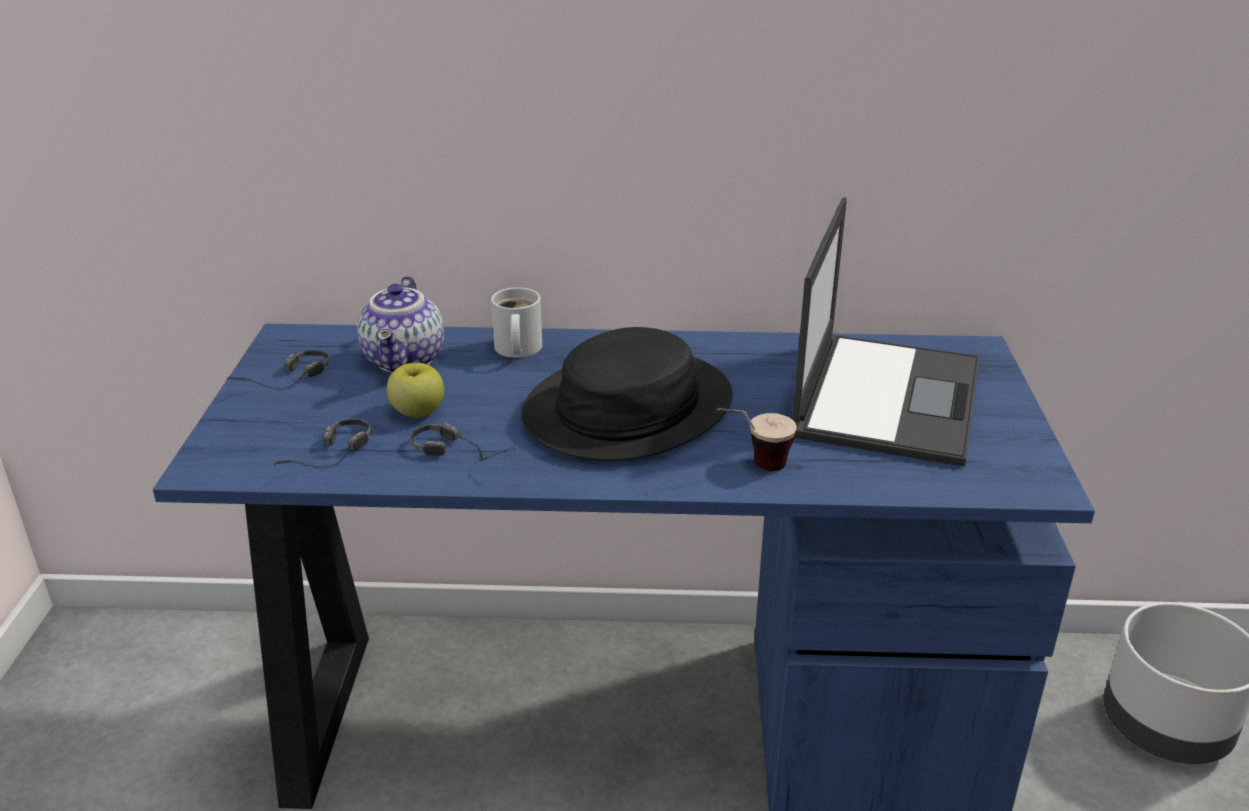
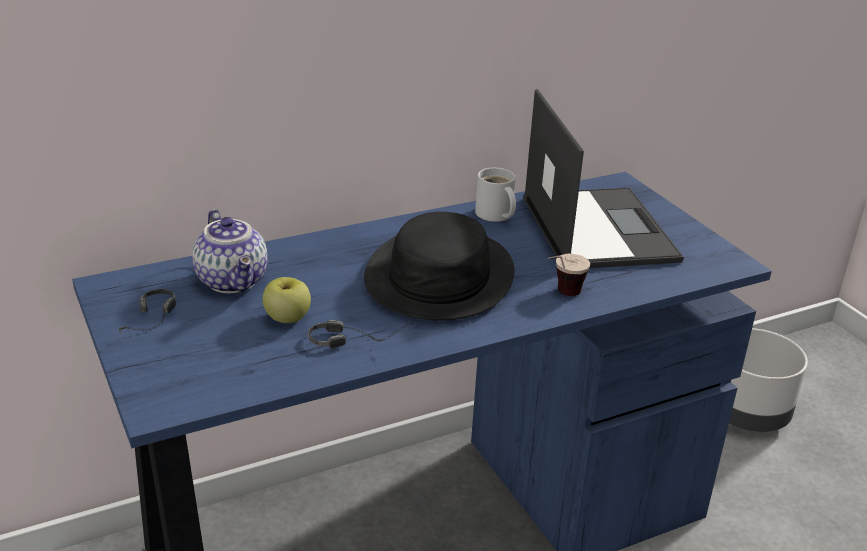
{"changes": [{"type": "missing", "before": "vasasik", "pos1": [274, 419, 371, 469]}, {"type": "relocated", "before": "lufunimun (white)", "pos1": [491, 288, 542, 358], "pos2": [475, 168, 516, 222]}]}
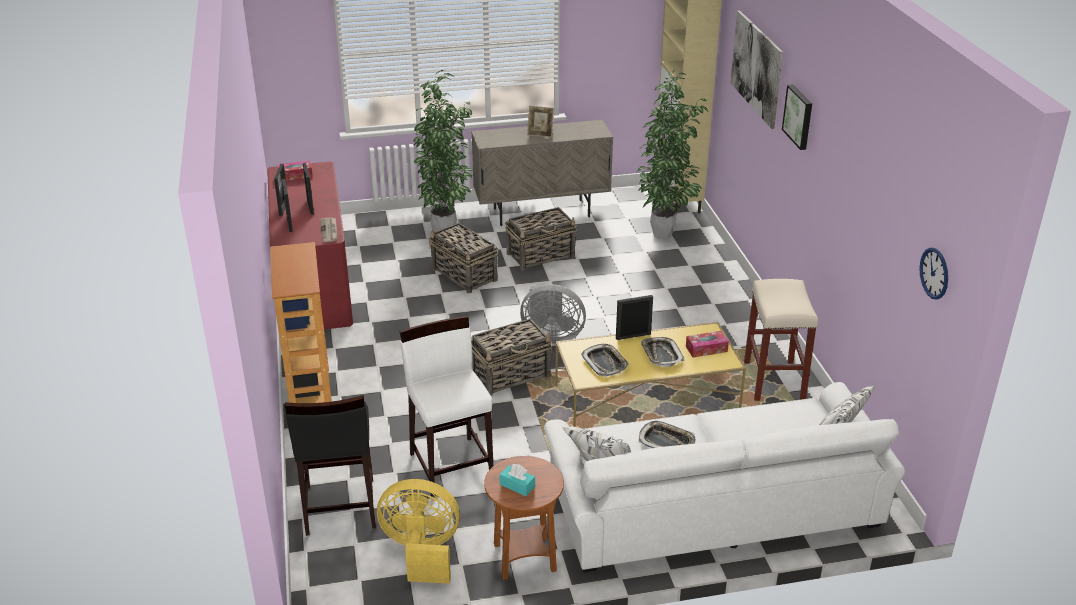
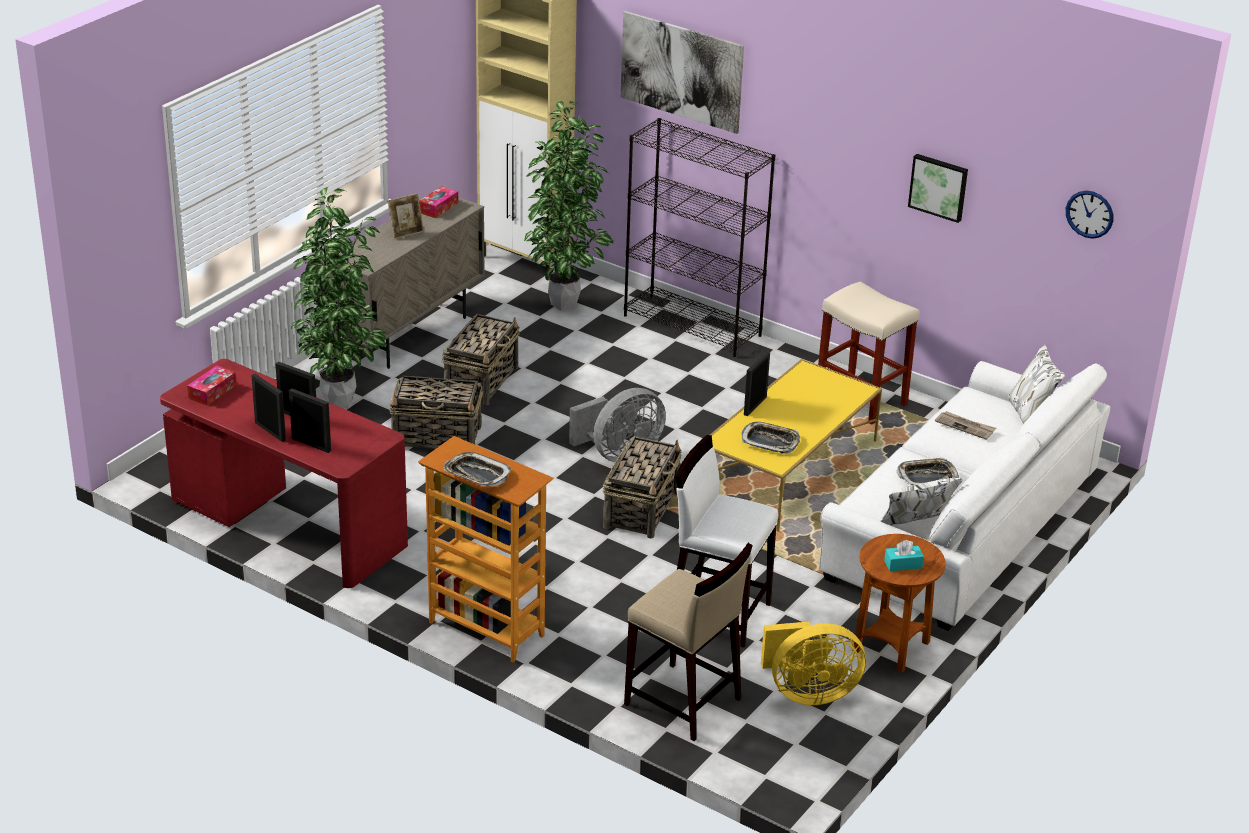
{"changes": [{"type": "appeared", "after": "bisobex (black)", "pos2": [624, 118, 775, 357]}, {"type": "relocated", "before": "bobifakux", "pos1": [320, 217, 337, 242], "pos2": [935, 411, 996, 440]}, {"type": "relocated", "before": "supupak", "pos1": [640, 337, 684, 367], "pos2": [443, 452, 512, 487]}, {"type": "relocated", "before": "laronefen", "pos1": [686, 331, 729, 357], "pos2": [419, 186, 458, 218]}, {"type": "relocated", "before": "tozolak", "pos1": [782, 84, 812, 150], "pos2": [908, 154, 968, 223]}, {"type": "colour", "before": "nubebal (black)", "after": "nubebal (beige)", "pos1": [285, 395, 376, 536], "pos2": [624, 543, 753, 741]}, {"type": "spun", "before": "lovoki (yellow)", "pos1": [377, 479, 460, 584], "pos2": [761, 622, 866, 705], "turn": -150}]}
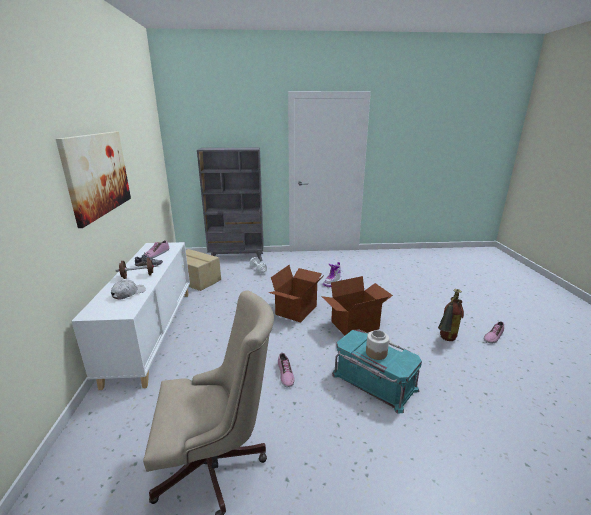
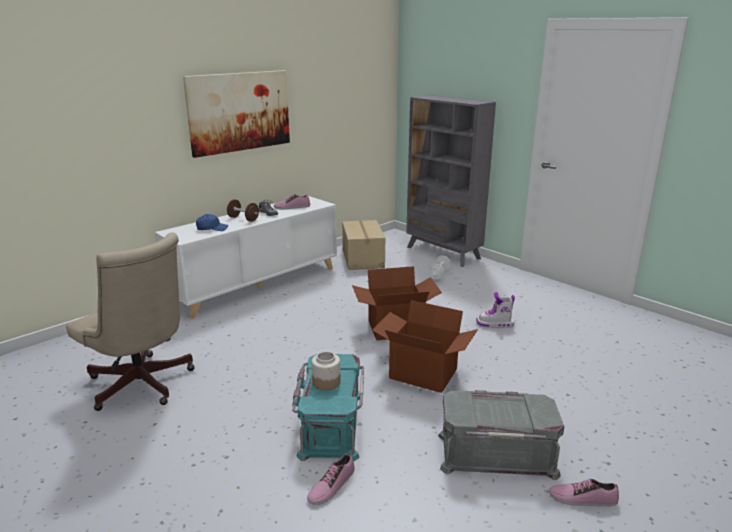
{"changes": [{"type": "relocated", "before": "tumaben", "pos1": [278, 353, 294, 387], "pos2": [307, 454, 355, 505]}, {"type": "exchanged", "before": "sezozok", "after": "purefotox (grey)", "pos1": [438, 289, 464, 341], "pos2": [438, 390, 565, 480]}, {"type": "colour", "before": "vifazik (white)", "after": "vifazik (blue)", "pos1": [111, 280, 146, 300], "pos2": [196, 214, 228, 231]}]}
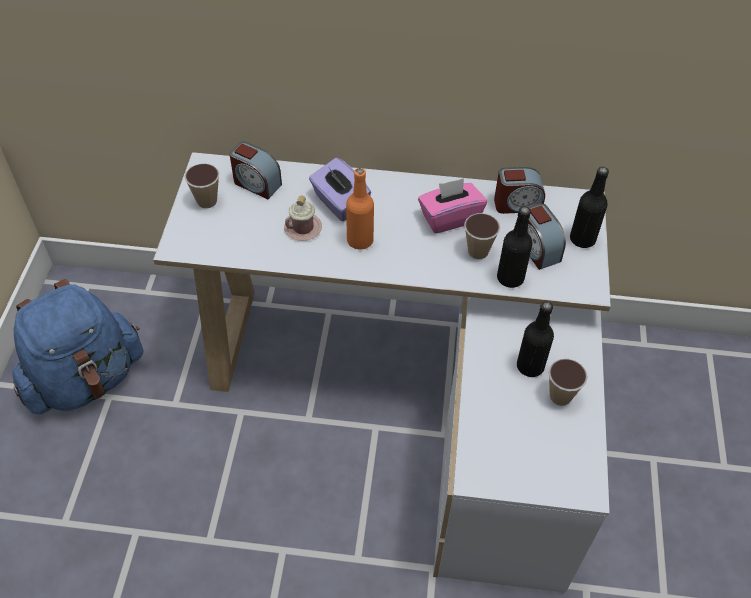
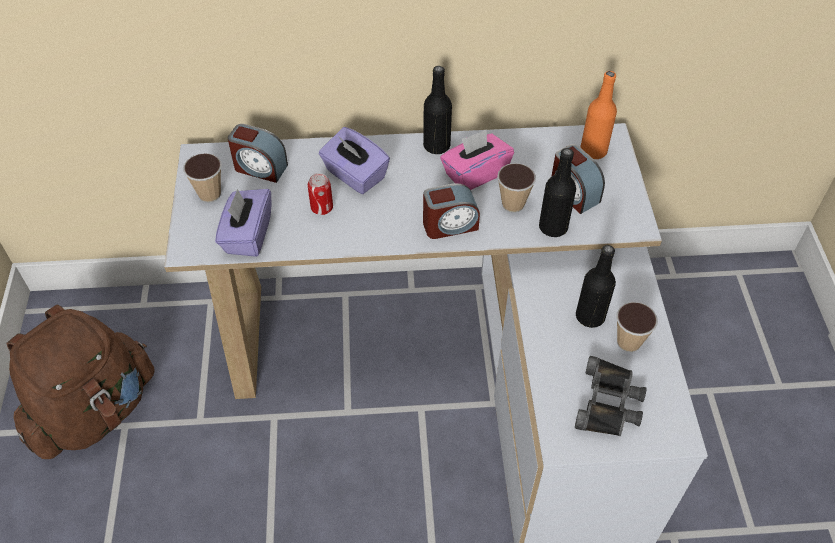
{"changes": [{"type": "appeared", "after": "laronefen (purple)", "pos2": [215, 189, 272, 257]}, {"type": "appeared", "after": "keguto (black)", "pos2": [575, 356, 647, 436]}, {"type": "relocated", "before": "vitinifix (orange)", "pos1": [346, 168, 374, 250], "pos2": [580, 71, 617, 159]}, {"type": "relocated", "before": "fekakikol", "pos1": [494, 167, 545, 214], "pos2": [423, 183, 480, 239]}, {"type": "relocated", "before": "vitinifix (black)", "pos1": [570, 167, 609, 248], "pos2": [423, 66, 452, 154]}, {"type": "exchanged", "before": "lufunimun (pink)", "after": "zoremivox", "pos1": [284, 196, 322, 241], "pos2": [308, 173, 333, 215]}, {"type": "colour", "before": "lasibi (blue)", "after": "lasibi (brown)", "pos1": [12, 279, 143, 414], "pos2": [6, 305, 155, 459]}]}
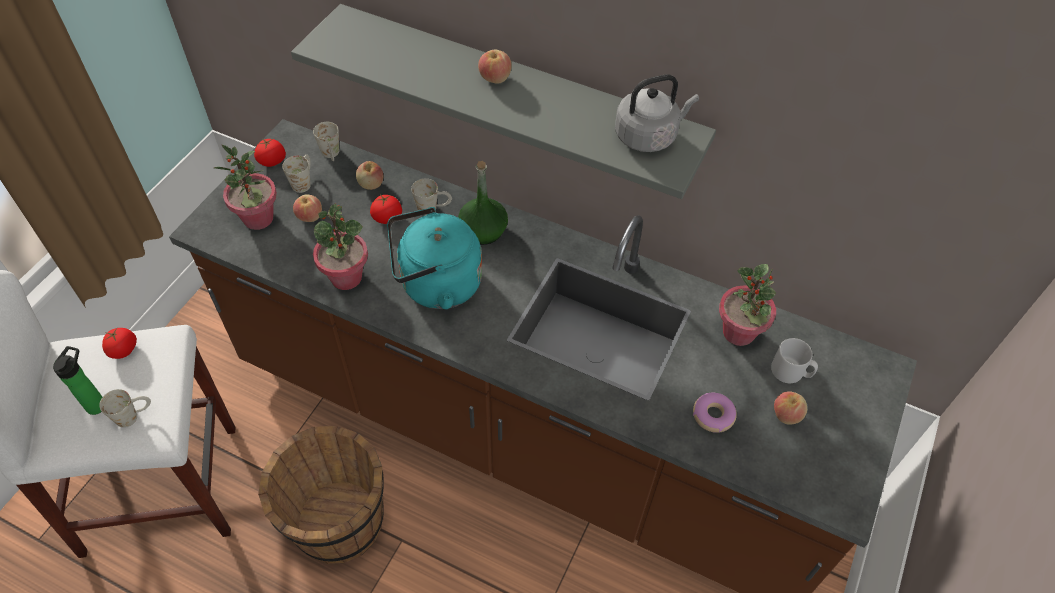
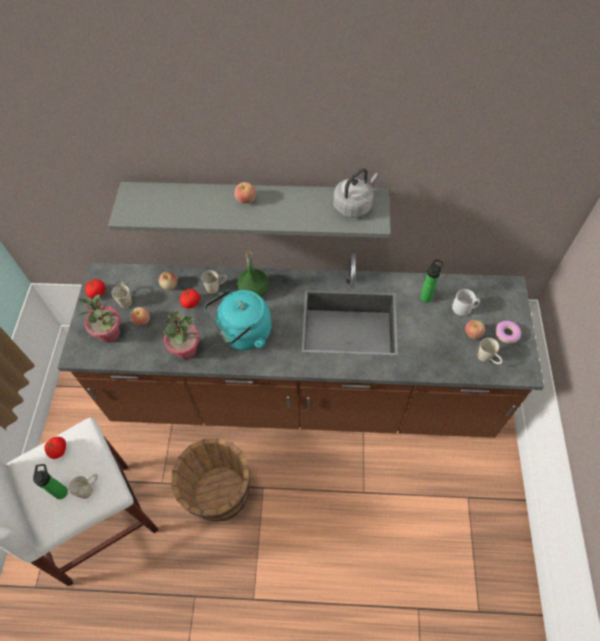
{"changes": [{"type": "relocated", "before": "lufunimun (white)", "pos1": [313, 122, 339, 161], "pos2": [478, 338, 503, 364]}, {"type": "relocated", "before": "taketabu", "pos1": [693, 393, 737, 433], "pos2": [495, 321, 521, 344]}, {"type": "exchanged", "before": "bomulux", "after": "vitinifix", "pos1": [719, 264, 776, 346], "pos2": [420, 259, 443, 303]}]}
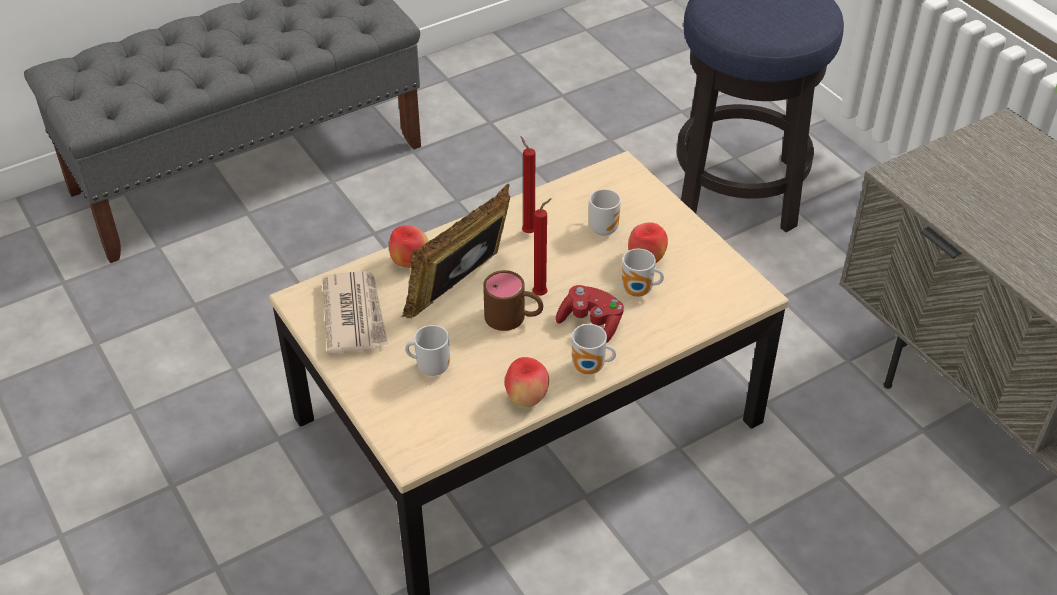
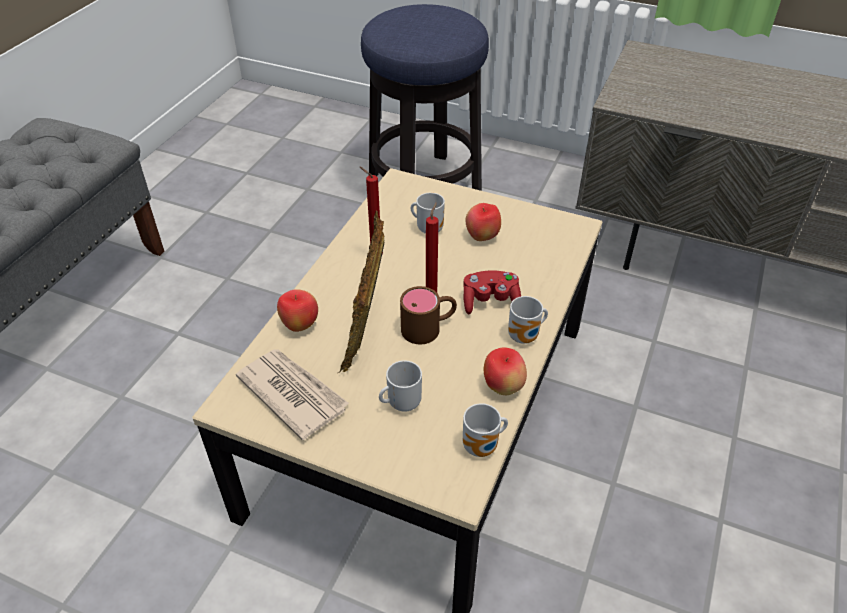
{"changes": [{"type": "relocated", "before": "lufunimun", "pos1": [622, 249, 664, 297], "pos2": [463, 403, 508, 457]}]}
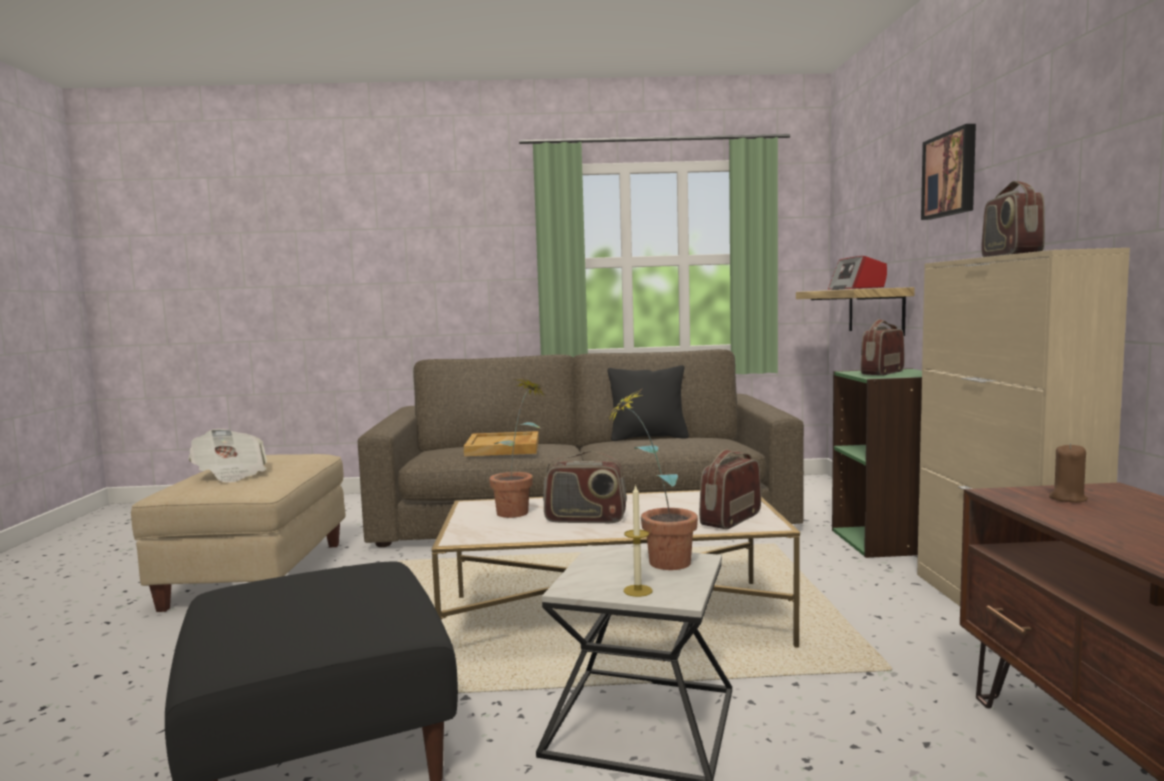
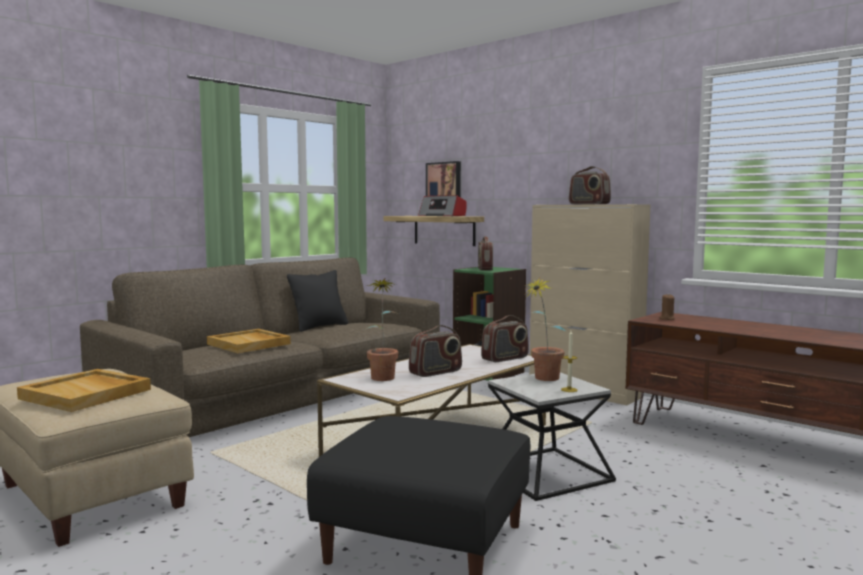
{"changes": [{"type": "relocated", "before": "tozolak", "pos1": [921, 124, 976, 220], "pos2": [426, 161, 461, 197]}, {"type": "exchanged", "before": "bobifakux", "after": "supupak (beige)", "pos1": [188, 429, 267, 483], "pos2": [17, 369, 151, 412]}, {"type": "spun", "before": "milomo", "pos1": [699, 449, 761, 529], "pos2": [481, 315, 529, 362], "turn": -120}]}
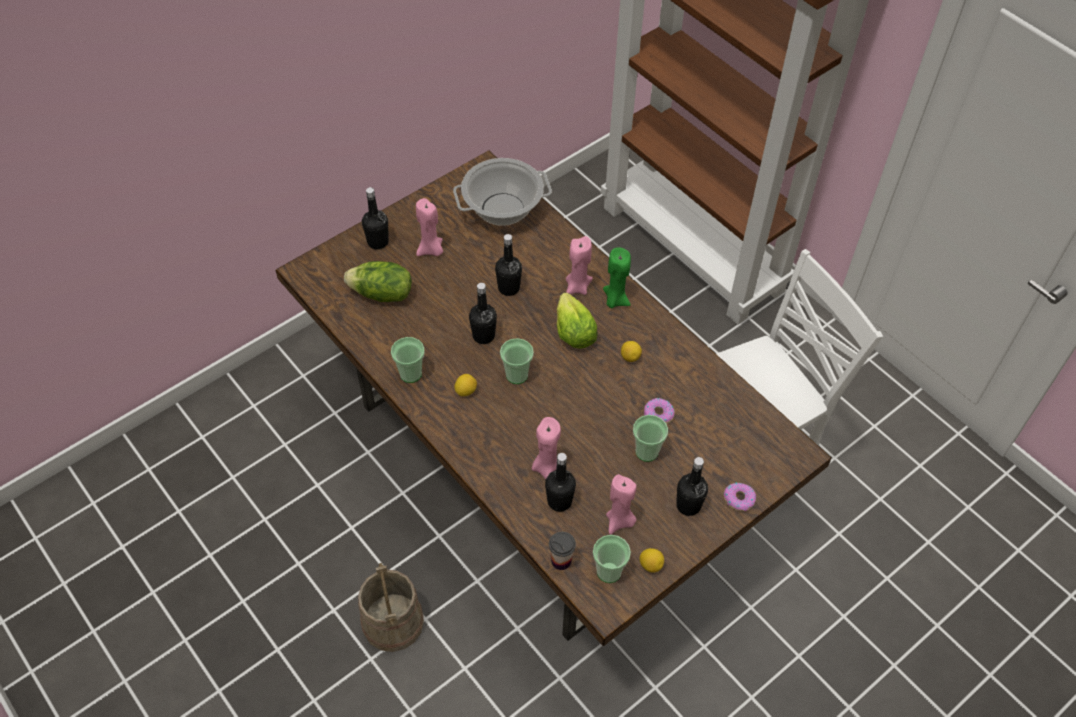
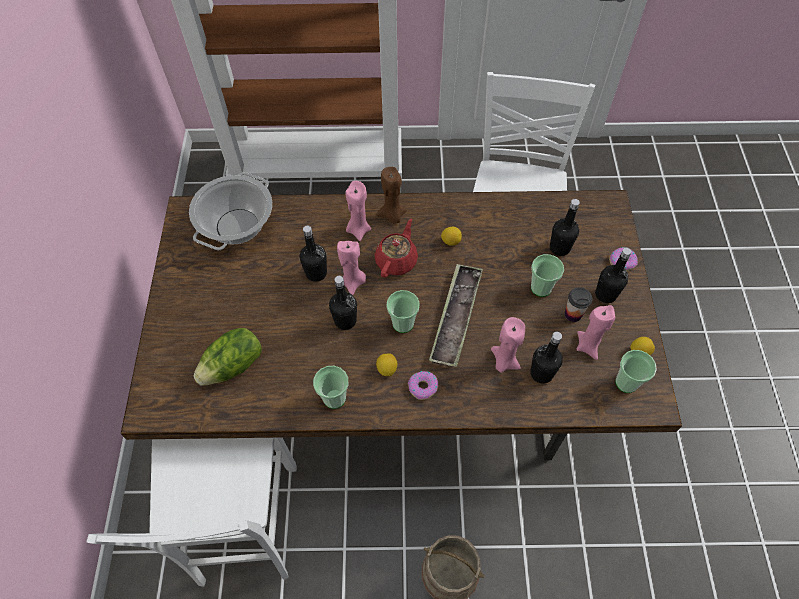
{"changes": [{"type": "appeared", "after": "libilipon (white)", "pos2": [87, 437, 297, 587]}, {"type": "appeared", "after": "supupak", "pos2": [429, 264, 483, 367]}, {"type": "relocated", "before": "vitinifix (black)", "pos1": [362, 187, 389, 249], "pos2": [550, 199, 580, 256]}, {"type": "relocated", "before": "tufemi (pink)", "pos1": [416, 198, 443, 256], "pos2": [337, 241, 366, 295]}, {"type": "relocated", "before": "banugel", "pos1": [549, 532, 576, 570], "pos2": [565, 287, 592, 322]}, {"type": "relocated", "before": "taketabu", "pos1": [644, 398, 675, 424], "pos2": [408, 371, 438, 400]}, {"type": "exchanged", "before": "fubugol", "after": "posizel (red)", "pos1": [557, 293, 597, 349], "pos2": [375, 219, 418, 278]}, {"type": "colour", "before": "tufemi (green)", "after": "tufemi (brown)", "pos1": [603, 247, 631, 308], "pos2": [376, 167, 407, 224]}]}
